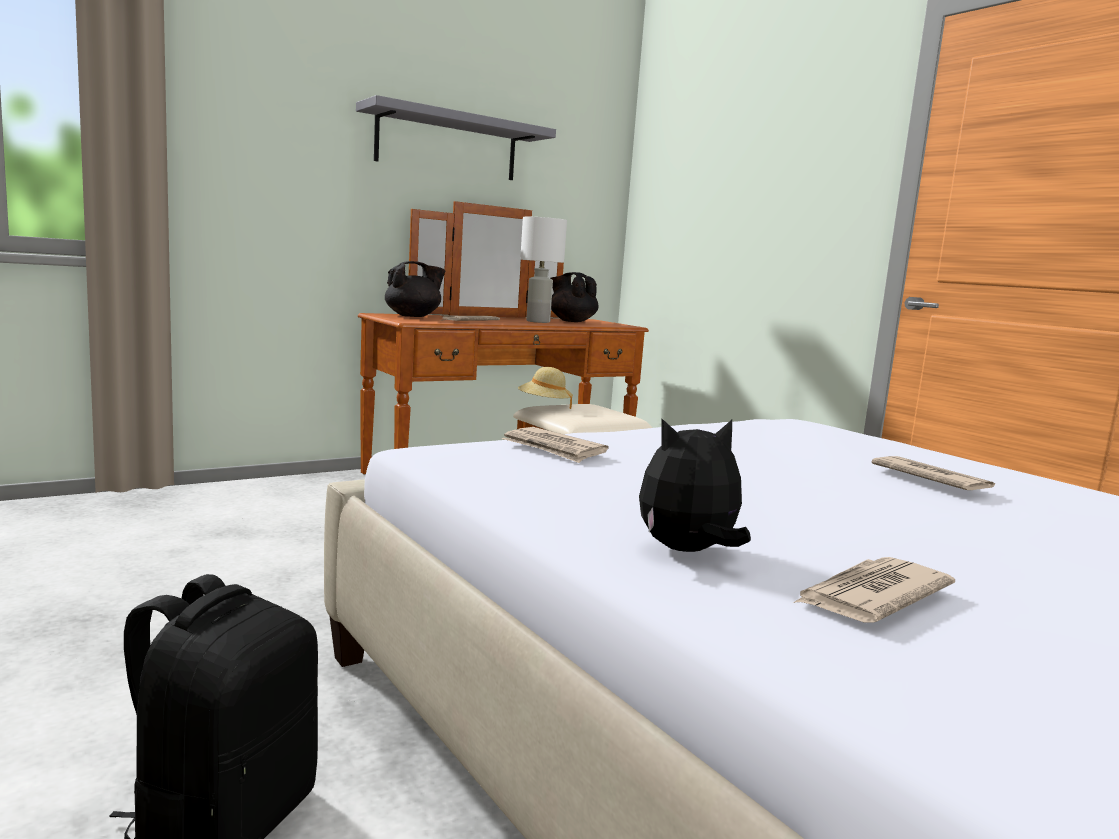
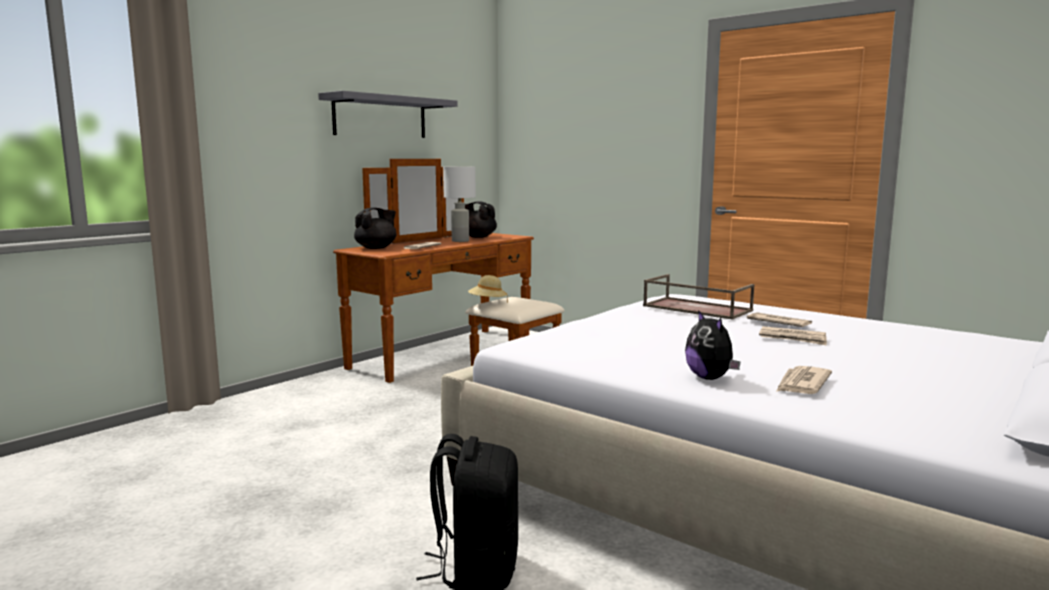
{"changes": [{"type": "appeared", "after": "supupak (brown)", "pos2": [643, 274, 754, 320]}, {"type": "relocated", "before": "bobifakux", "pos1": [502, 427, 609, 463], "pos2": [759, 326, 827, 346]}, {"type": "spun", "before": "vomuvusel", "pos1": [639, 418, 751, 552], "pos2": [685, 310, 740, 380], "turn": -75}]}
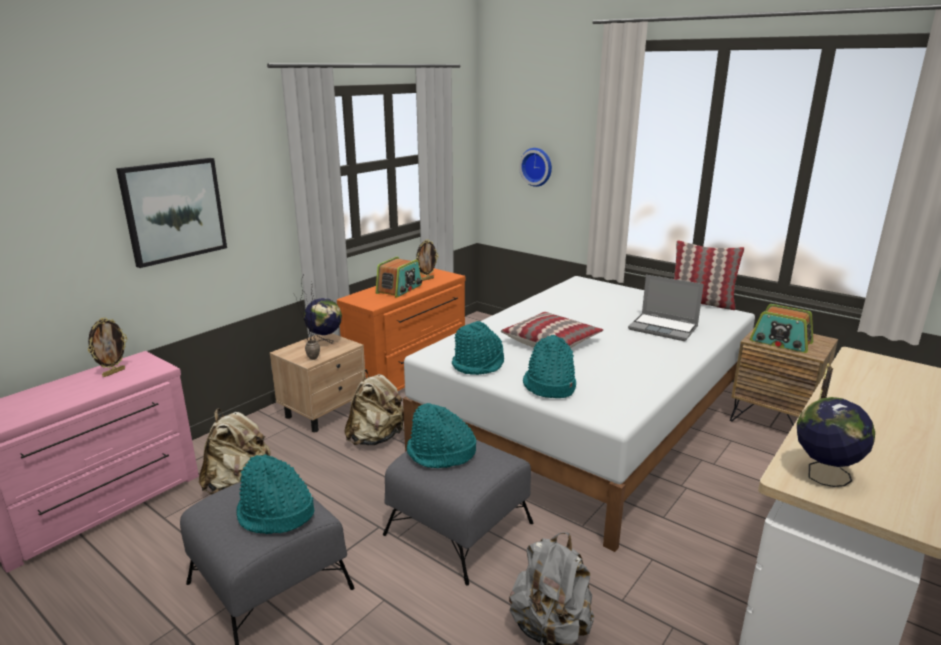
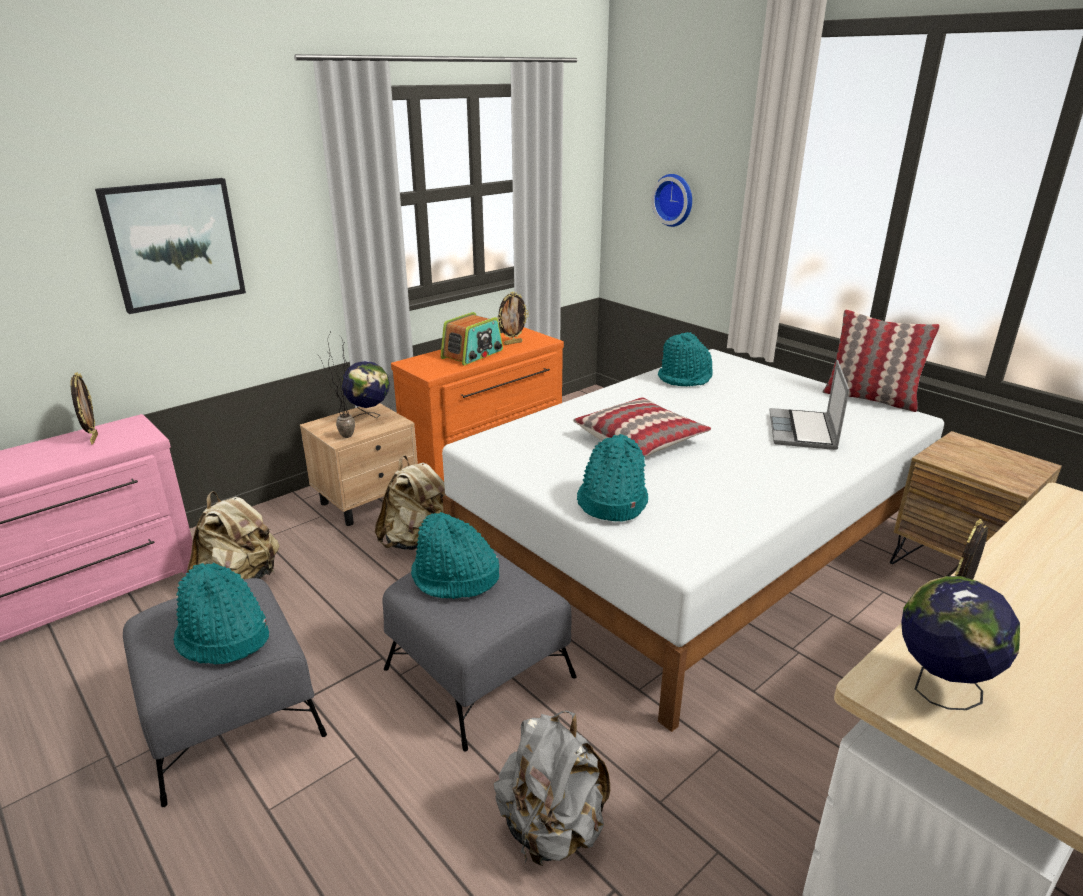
{"changes": [{"type": "missing", "before": "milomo", "pos1": [750, 304, 813, 353]}, {"type": "relocated", "before": "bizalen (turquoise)", "pos1": [452, 321, 504, 375], "pos2": [658, 332, 713, 386]}, {"type": "spun", "before": "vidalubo", "pos1": [88, 317, 127, 377], "pos2": [70, 372, 98, 445], "turn": -60}, {"type": "spun", "before": "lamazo", "pos1": [628, 275, 704, 341], "pos2": [769, 360, 849, 450], "turn": 60}]}
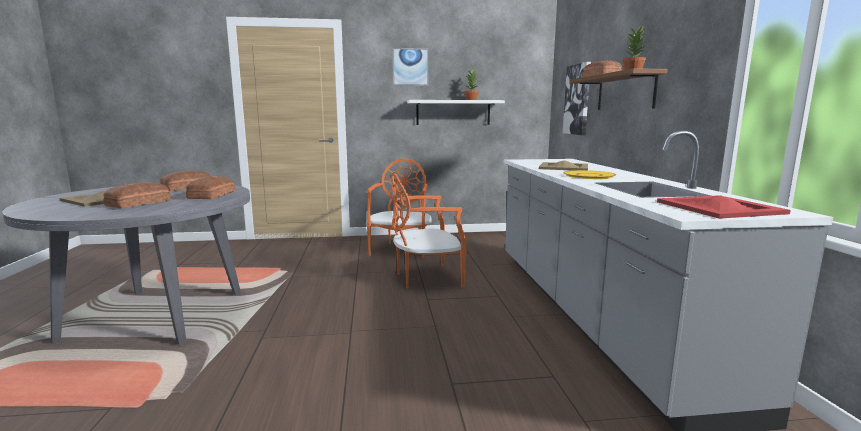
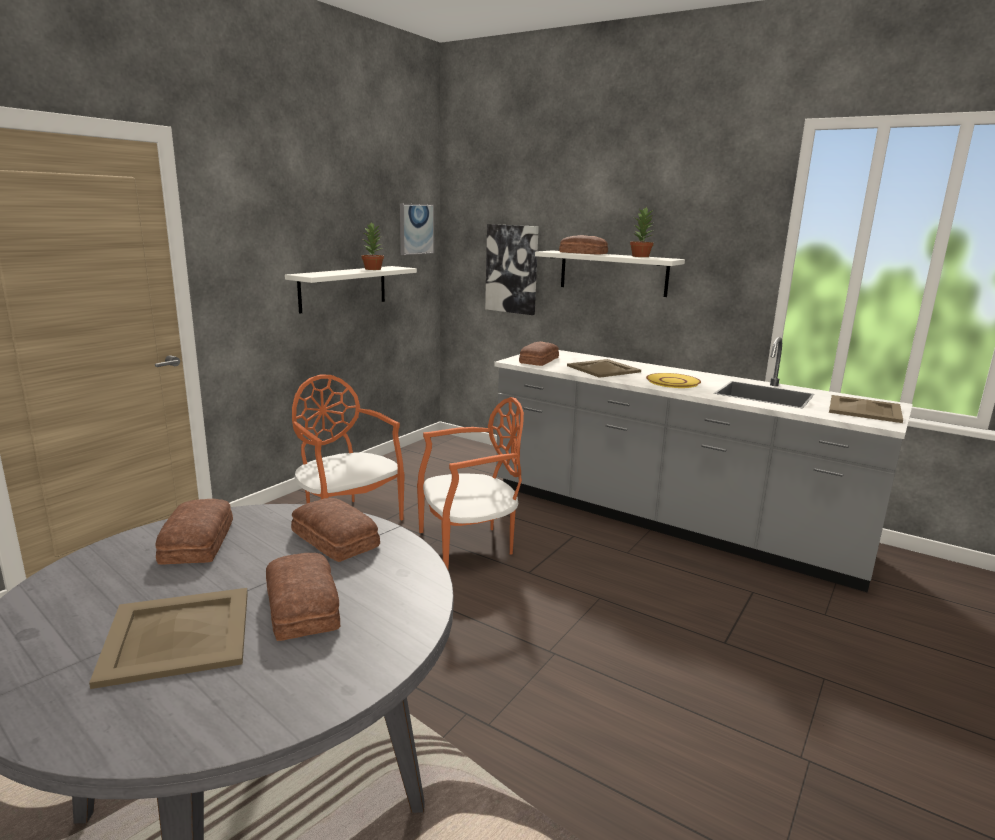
{"changes": [{"type": "appeared", "after": "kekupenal", "pos2": [519, 341, 559, 366]}, {"type": "relocated", "before": "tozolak", "pos1": [392, 48, 428, 86], "pos2": [400, 204, 434, 255]}, {"type": "colour", "before": "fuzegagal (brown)", "after": "fuzegagal (white)", "pos1": [569, 68, 668, 110], "pos2": [535, 250, 685, 297]}, {"type": "colour", "before": "supupak (red)", "after": "supupak (beige)", "pos1": [657, 195, 791, 219], "pos2": [829, 395, 903, 423]}, {"type": "spun", "before": "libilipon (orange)", "pos1": [391, 173, 467, 288], "pos2": [417, 397, 524, 569], "turn": -135}]}
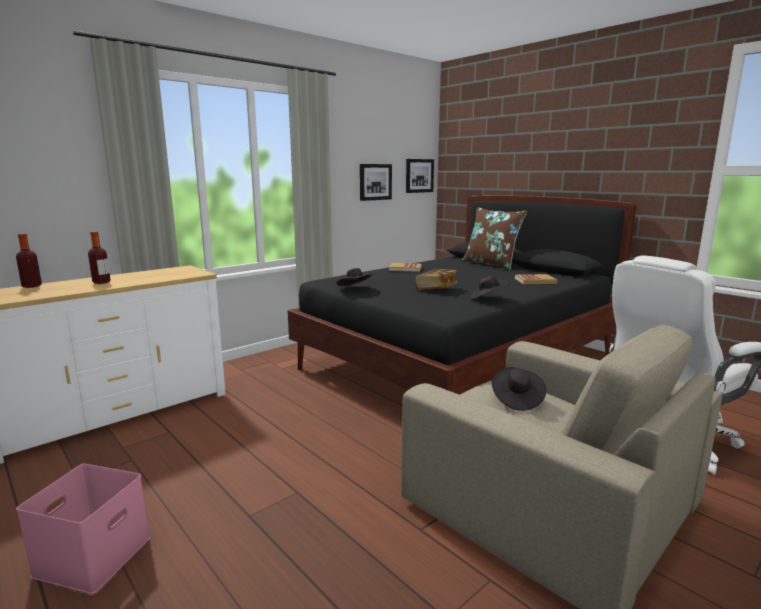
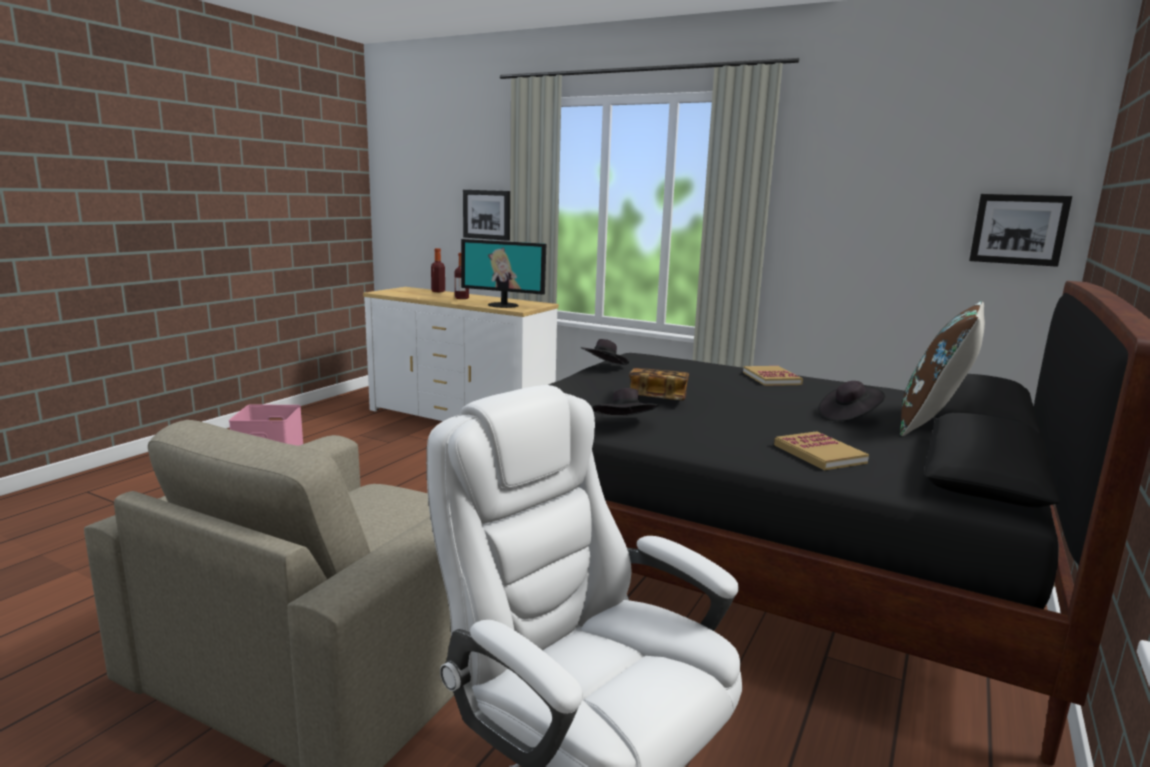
{"changes": [{"type": "appeared", "after": "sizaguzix", "pos2": [461, 239, 546, 308]}, {"type": "relocated", "before": "tozolak", "pos1": [360, 164, 392, 201], "pos2": [463, 190, 510, 241]}, {"type": "relocated", "before": "bizalen (black)", "pos1": [492, 367, 546, 411], "pos2": [818, 381, 885, 421]}]}
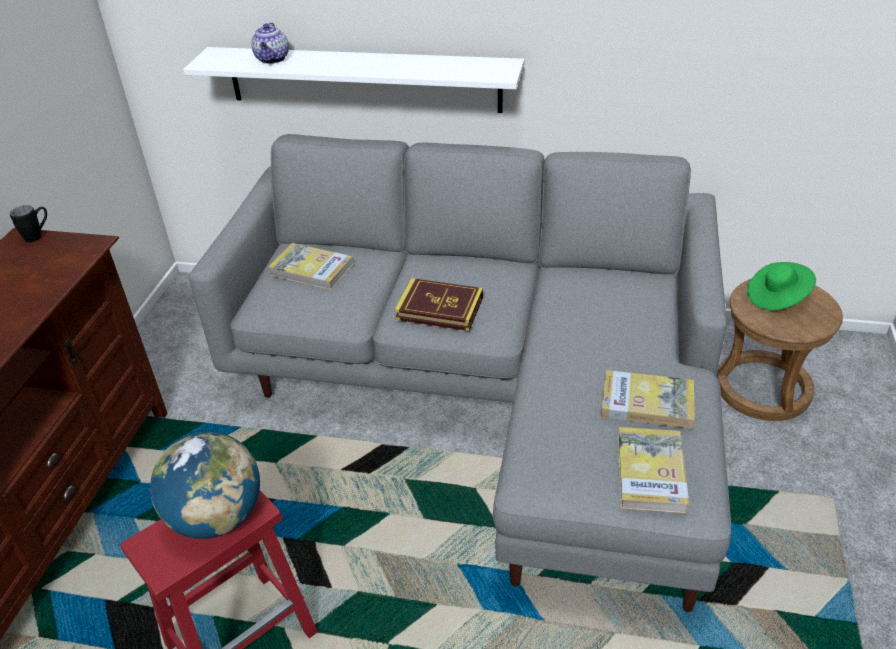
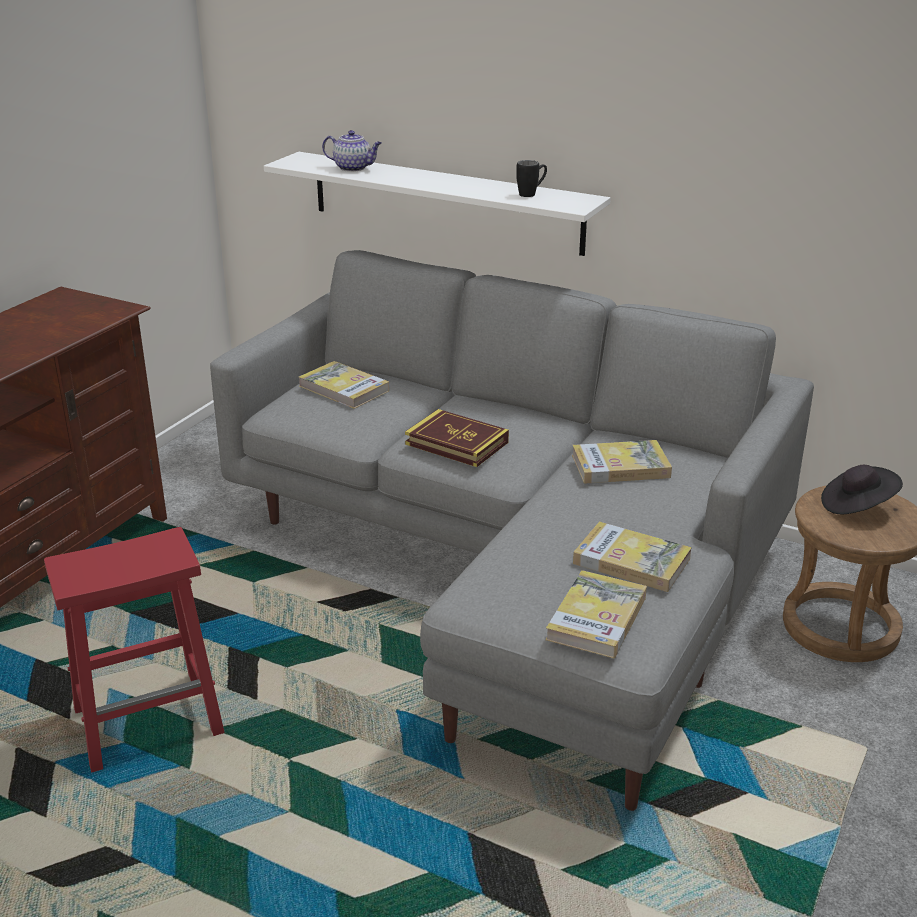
{"changes": [{"type": "missing", "before": "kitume", "pos1": [150, 431, 260, 539]}, {"type": "appeared", "after": "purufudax", "pos2": [572, 440, 672, 484]}, {"type": "relocated", "before": "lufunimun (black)", "pos1": [10, 205, 47, 242], "pos2": [516, 160, 547, 197]}, {"type": "colour", "before": "bizalen (green)", "after": "bizalen (black)", "pos1": [747, 262, 816, 310], "pos2": [821, 465, 903, 514]}, {"type": "spun", "before": "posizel", "pos1": [251, 22, 289, 64], "pos2": [322, 130, 382, 172], "turn": -90}]}
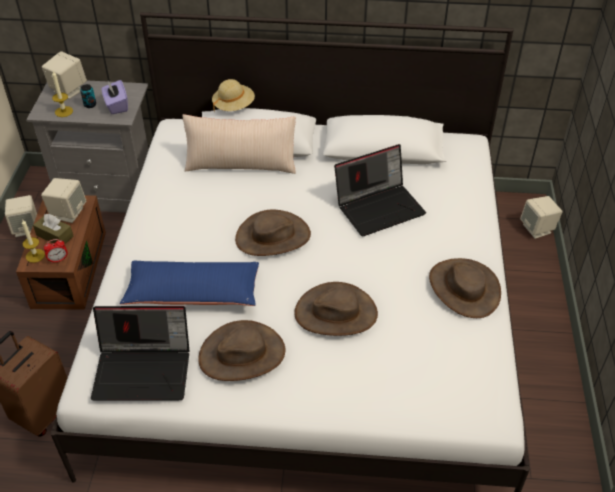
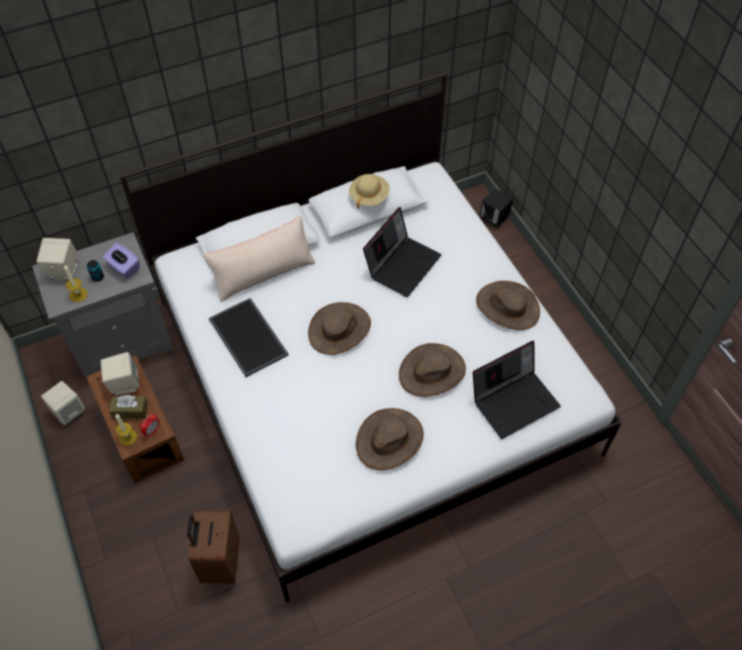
{"changes": [{"type": "missing", "before": "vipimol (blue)", "pos1": [120, 261, 259, 306]}, {"type": "appeared", "after": "supupak", "pos2": [209, 298, 289, 377]}, {"type": "relocated", "before": "lamazo", "pos1": [91, 306, 190, 401], "pos2": [473, 341, 561, 439]}, {"type": "relocated", "before": "bizalen (beige)", "pos1": [212, 79, 255, 112], "pos2": [349, 174, 390, 210]}, {"type": "colour", "before": "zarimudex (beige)", "after": "zarimudex (black)", "pos1": [520, 196, 563, 239], "pos2": [480, 189, 513, 228]}]}
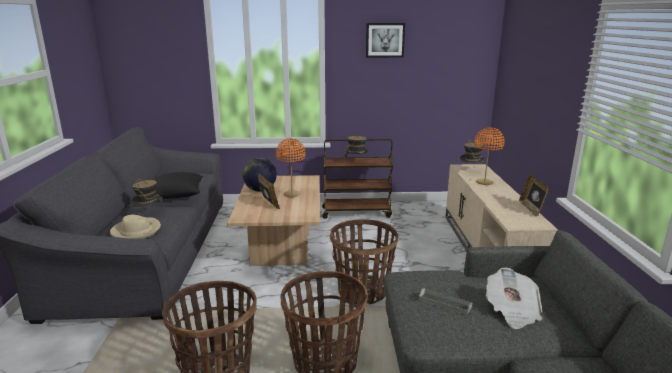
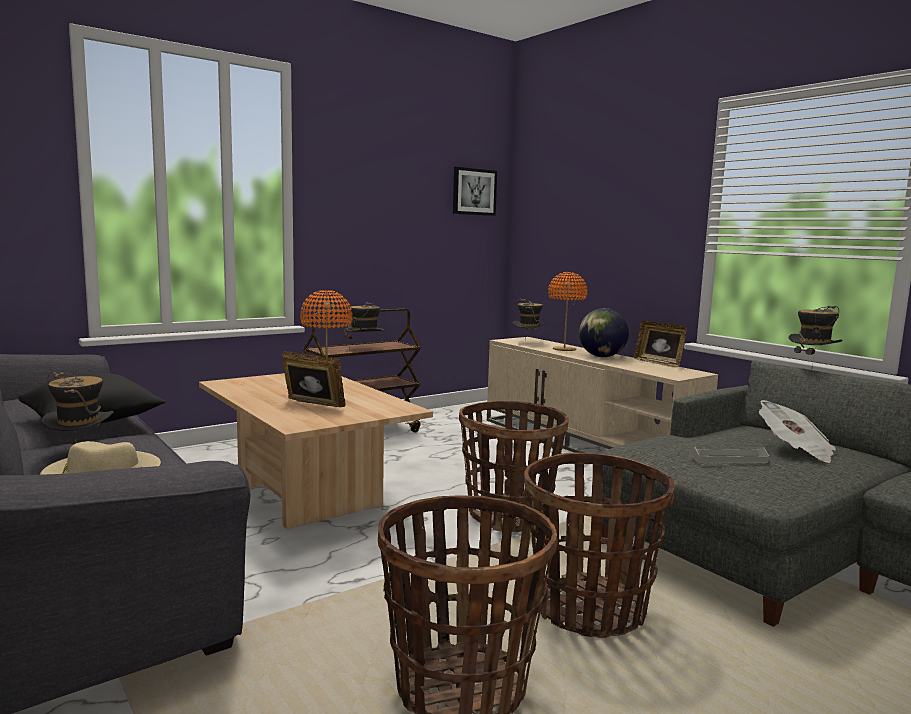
{"changes": [{"type": "appeared", "after": "bizalen", "pos2": [789, 306, 843, 371]}, {"type": "relocated", "before": "kitume", "pos1": [243, 158, 277, 191], "pos2": [579, 308, 629, 357]}, {"type": "relocated", "before": "tozolak", "pos1": [366, 23, 405, 58], "pos2": [453, 167, 497, 216]}]}
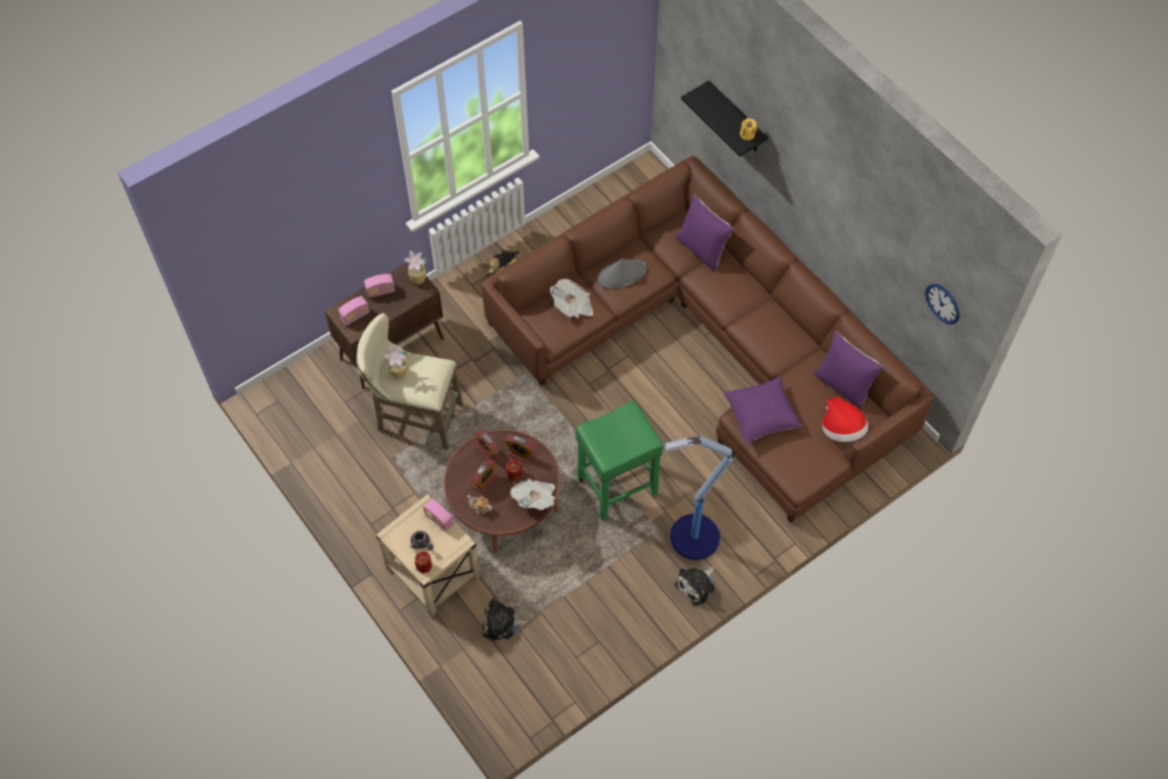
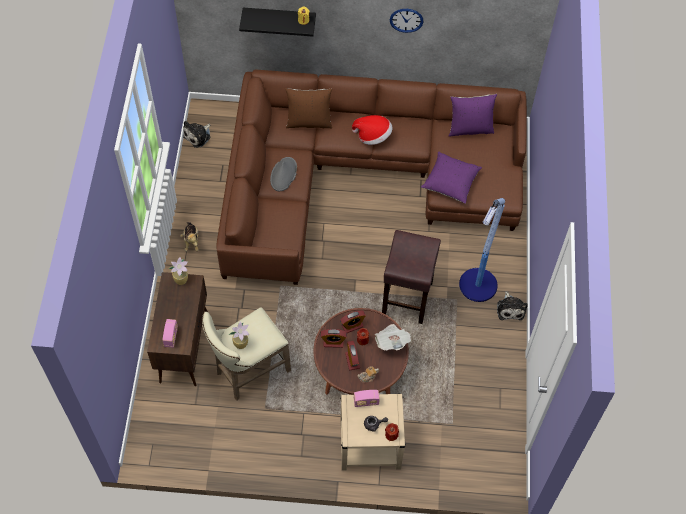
{"changes": [{"type": "missing", "before": "milomo", "pos1": [364, 274, 395, 298]}, {"type": "missing", "before": "bobifakux", "pos1": [550, 279, 593, 318]}, {"type": "relocated", "before": "vomuvusel", "pos1": [482, 598, 529, 641], "pos2": [183, 121, 211, 148]}, {"type": "relocated", "before": "bizalen", "pos1": [822, 397, 868, 442], "pos2": [352, 115, 393, 145]}, {"type": "relocated", "before": "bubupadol", "pos1": [925, 284, 960, 324], "pos2": [390, 9, 423, 33]}, {"type": "colour", "before": "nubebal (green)", "after": "nubebal (brown)", "pos1": [575, 401, 663, 520], "pos2": [382, 230, 441, 324]}, {"type": "colour", "before": "vipimol (purple)", "after": "vipimol (brown)", "pos1": [676, 194, 735, 272], "pos2": [285, 88, 332, 129]}]}
